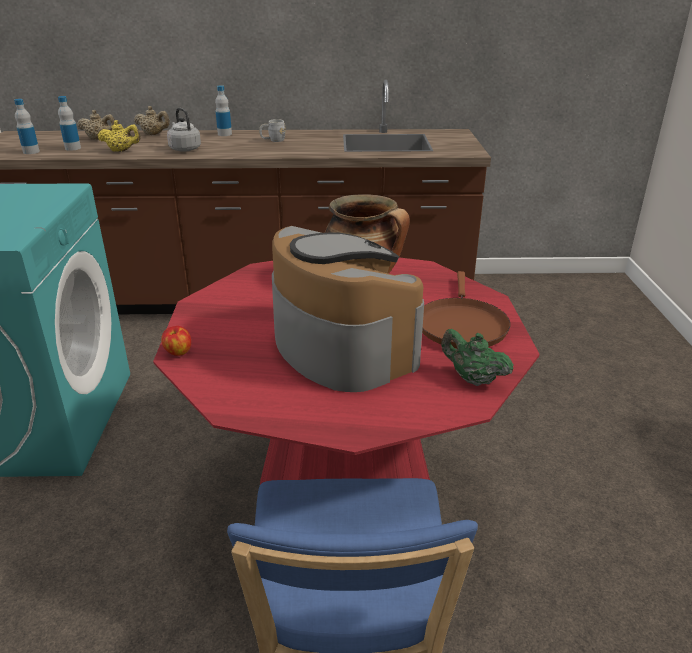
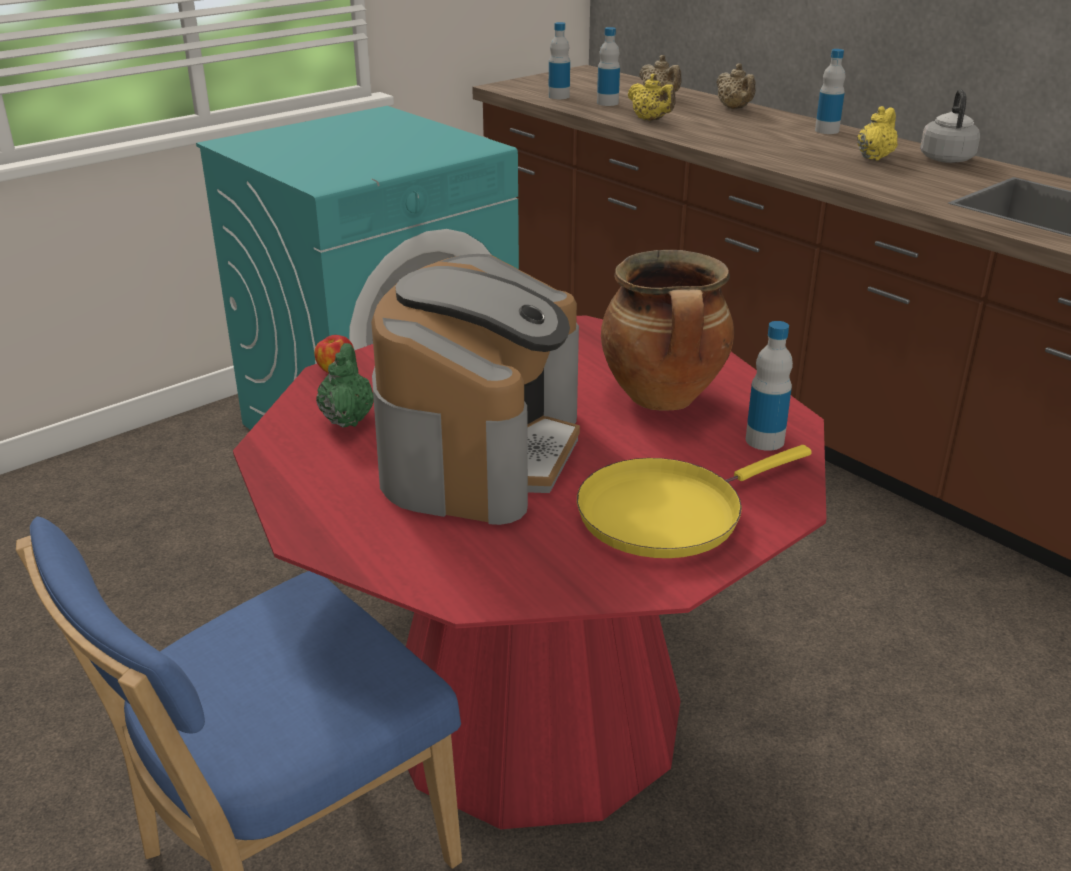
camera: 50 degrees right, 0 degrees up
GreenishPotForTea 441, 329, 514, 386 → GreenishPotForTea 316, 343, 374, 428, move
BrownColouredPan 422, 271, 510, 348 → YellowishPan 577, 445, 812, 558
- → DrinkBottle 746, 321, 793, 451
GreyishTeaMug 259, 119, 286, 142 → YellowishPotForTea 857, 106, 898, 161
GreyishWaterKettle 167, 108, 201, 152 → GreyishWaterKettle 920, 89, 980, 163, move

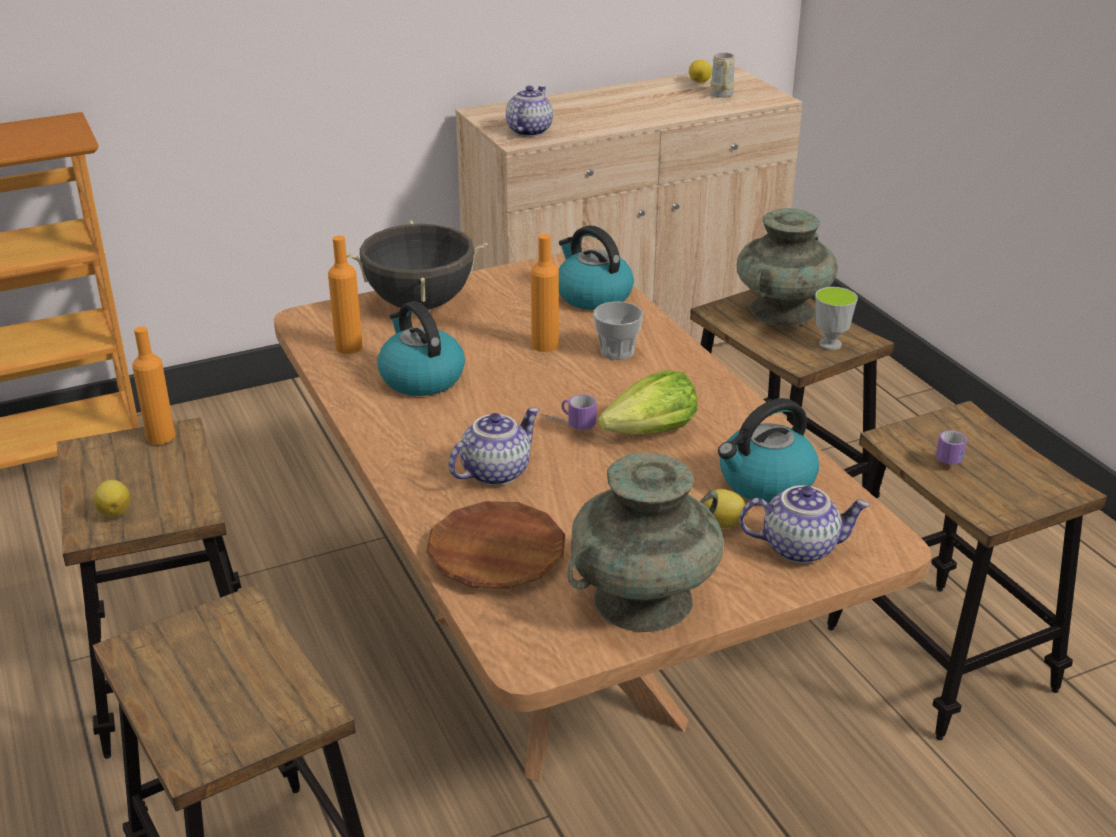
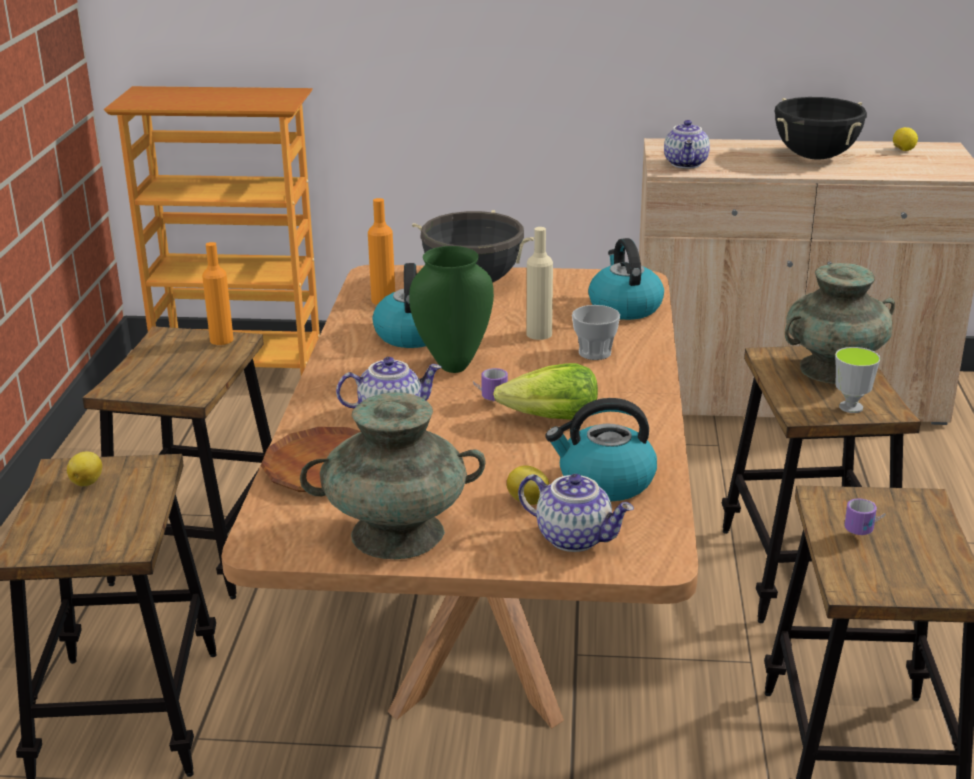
camera: 30 degrees right, 5 degrees down
WholeLemon 94, 480, 130, 517 → WholeLemon 67, 451, 102, 486, move
- → GreenishFlowerVase 409, 246, 494, 373
OrangeDrinkBottle 531, 234, 559, 352 → BeigeDrinkBottle 527, 227, 553, 340
PotForTea 506, 86, 553, 137 → PotForTea 664, 120, 710, 169, 135 degrees clockwise
- → BlackCookingPot 774, 97, 867, 160
BeigeTeaMug 710, 52, 735, 98 → -

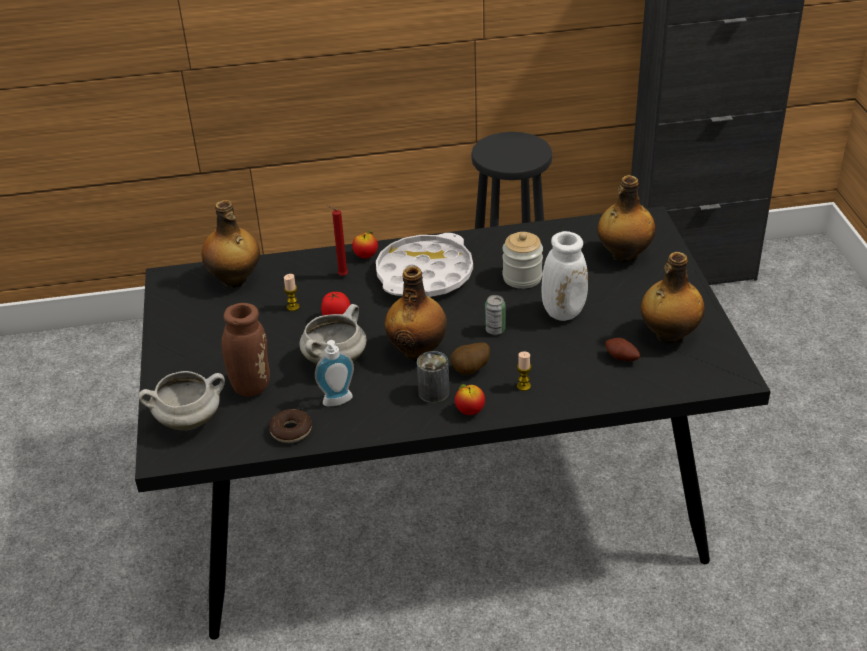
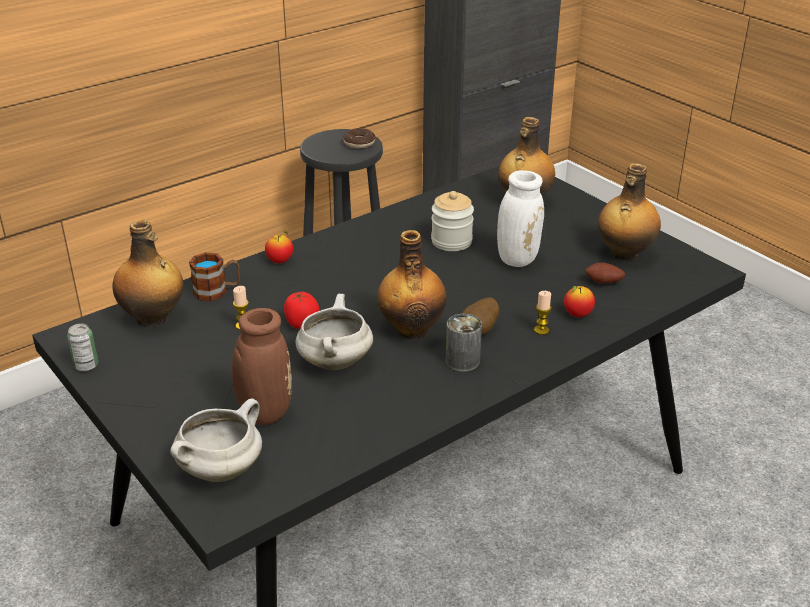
camera: 30 degrees left, 5 degrees down
MetalCan 485, 295, 505, 335 → MetalCan 67, 323, 98, 371, move
- → TeaMug 189, 252, 240, 301
Doughnut 269, 409, 312, 443 → Doughnut 344, 128, 376, 149, move
AppleFruit 455, 384, 485, 415 → AppleFruit 564, 286, 595, 317, move
LiquidSoapBottle 315, 340, 354, 406 → -
RedColouredWaxLight 327, 205, 348, 276 → -
WhiteTray 376, 233, 473, 297 → -

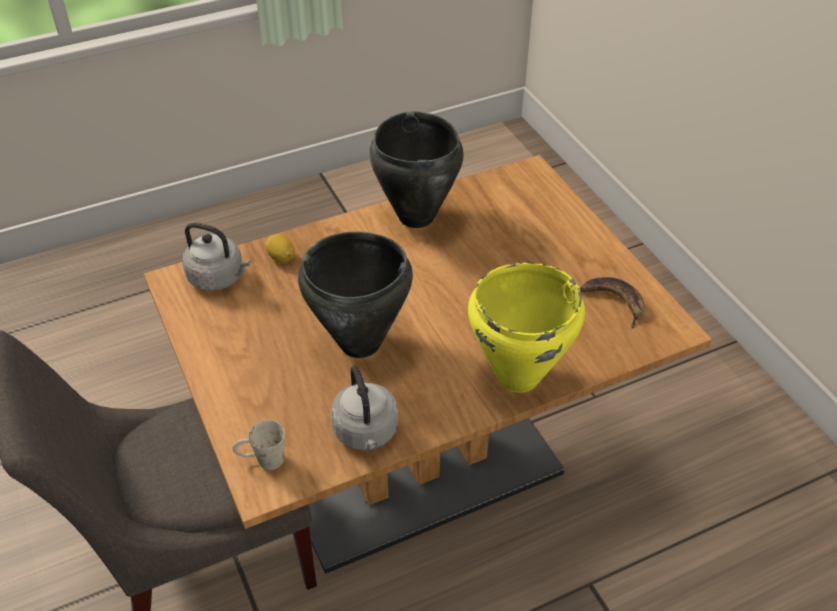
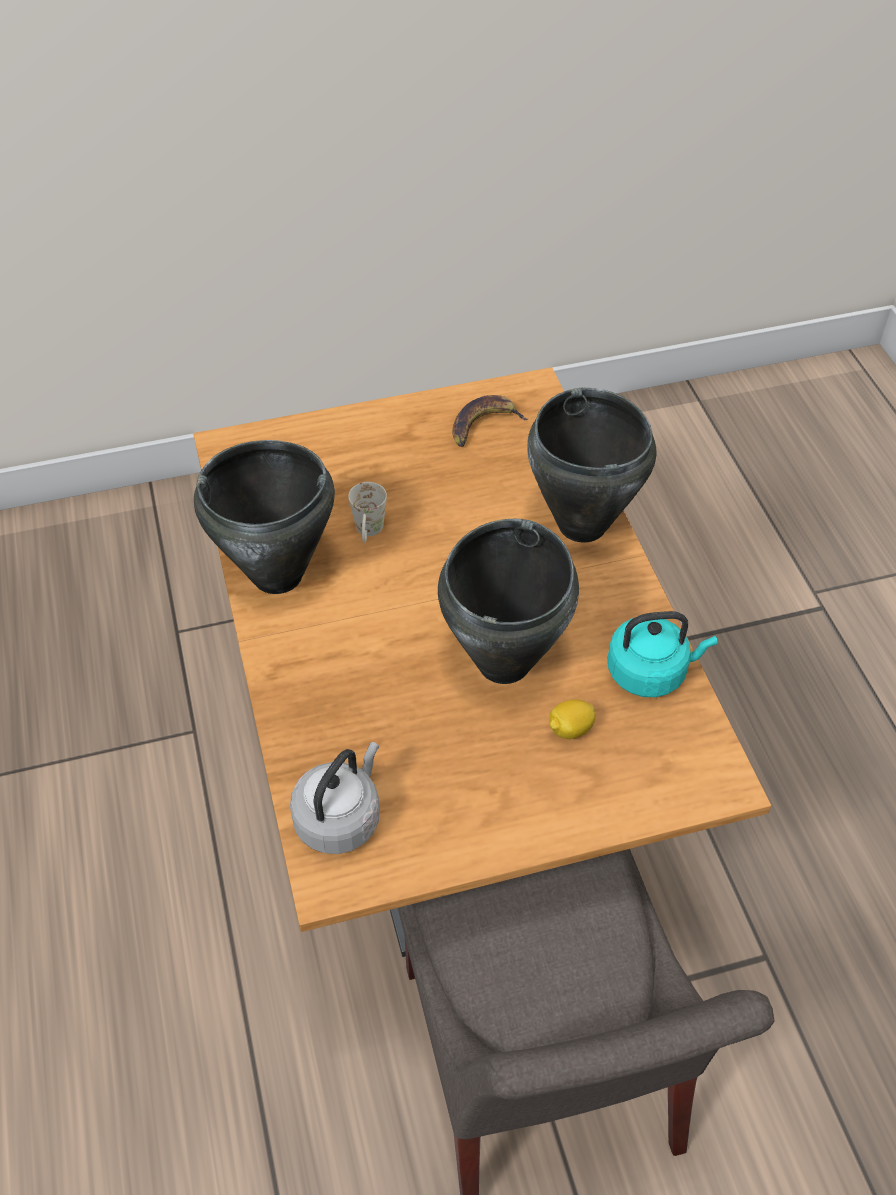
camera: 80 degrees left, 5 degrees up
WhiteTeaMug 232, 420, 285, 470 → WhiteTeaMug 348, 482, 387, 543, move
YellowishCookingPot 468, 263, 585, 393 → BlackCookingPot 527, 388, 657, 543
WholeLemon 266, 234, 295, 263 → WholeLemon 549, 699, 596, 739, move
GreyishWaterKettle 331, 366, 398, 450 → TurquoiseWaterKettle 608, 611, 717, 697

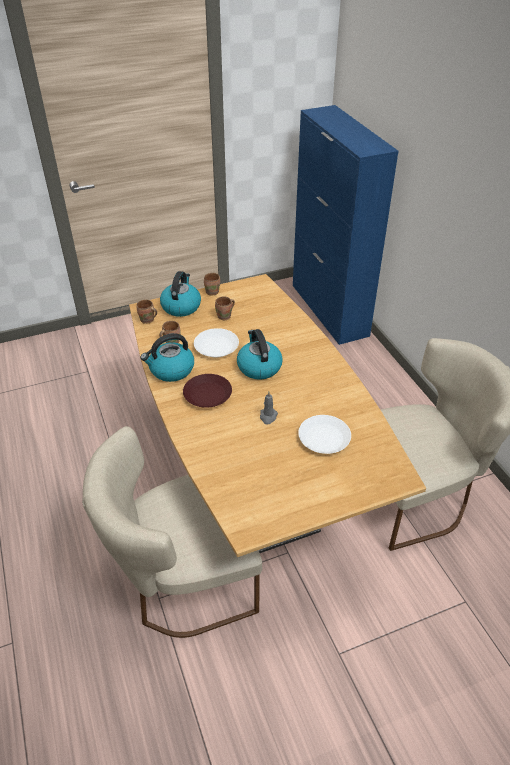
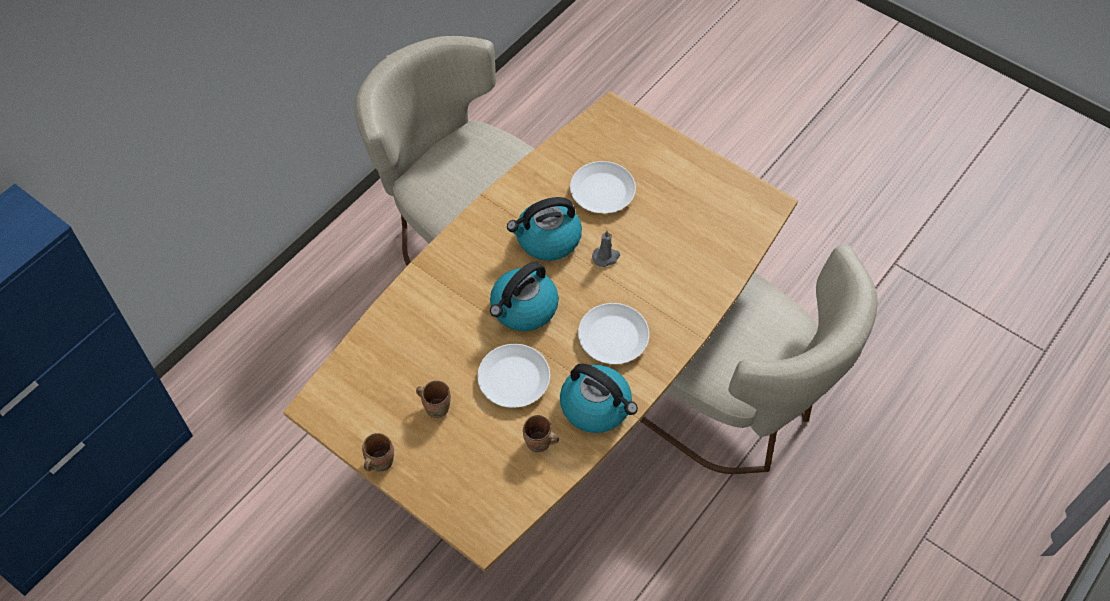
camera: 120 degrees left, 15 degrees up
WaterKettle 160, 271, 201, 317 → WaterKettle 507, 197, 582, 261, move
BrownColouredFlatDish 183, 374, 232, 408 → WhiteFlatDish 578, 303, 649, 364
BrownColouredTeaMug 136, 299, 157, 324 → -

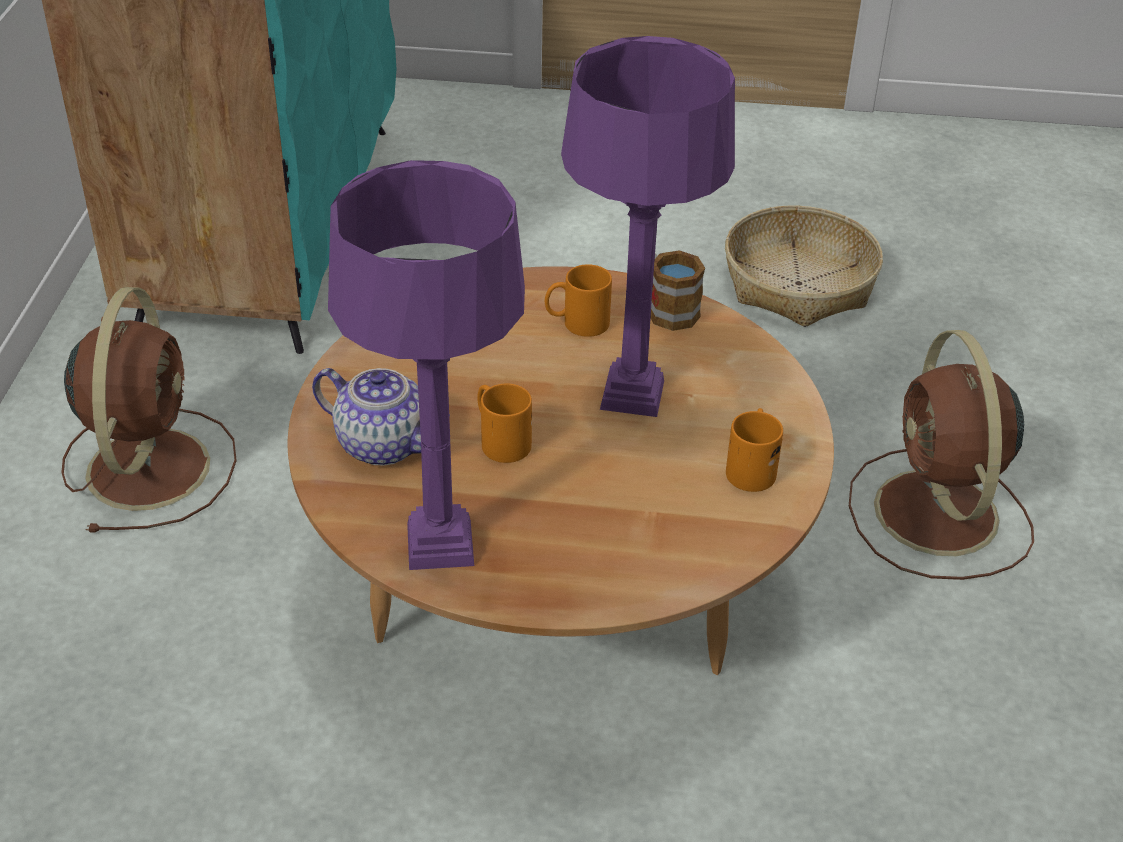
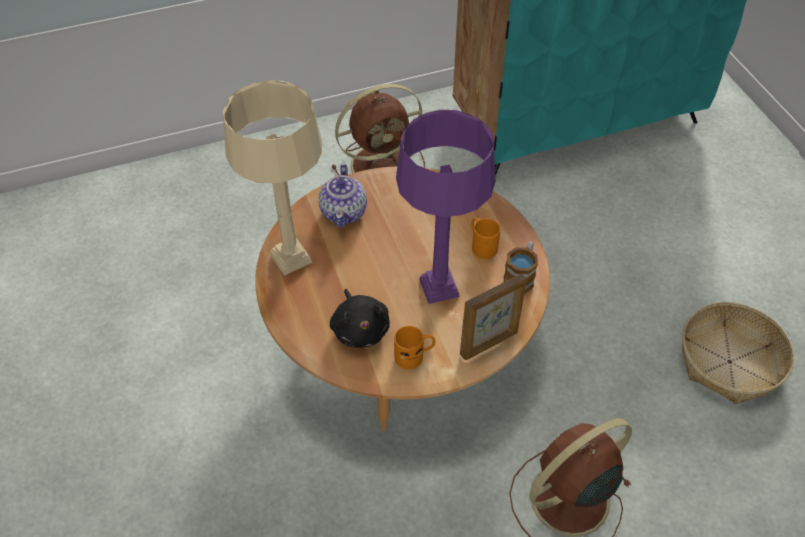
camera: 65 degrees right, 10 degrees up
PurpleColouredTabletopLamp 328, 160, 525, 570 → BeigeTabletopLamp 223, 81, 322, 276
- → BlackCuddlyToy 330, 289, 390, 348
- → PhotoFrame 460, 274, 527, 360
OrangeTeaMug 477, 383, 532, 463 → -

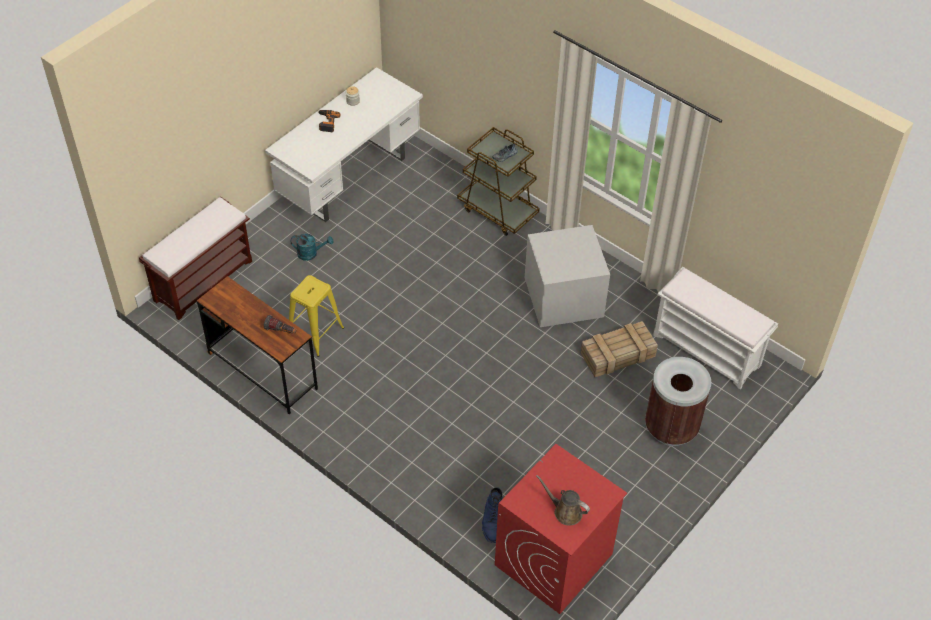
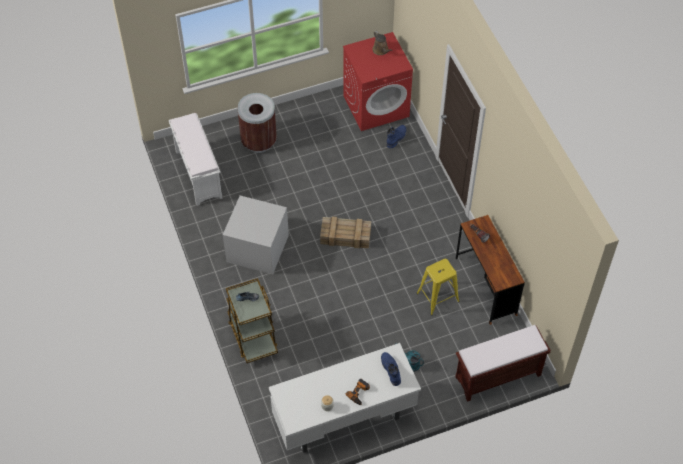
camera: 150 degrees left, 5 degrees up
PackingCrate 581, 321, 658, 377 → PackingCrate 320, 216, 371, 248, move
- → BluishTallBoot 381, 352, 401, 386

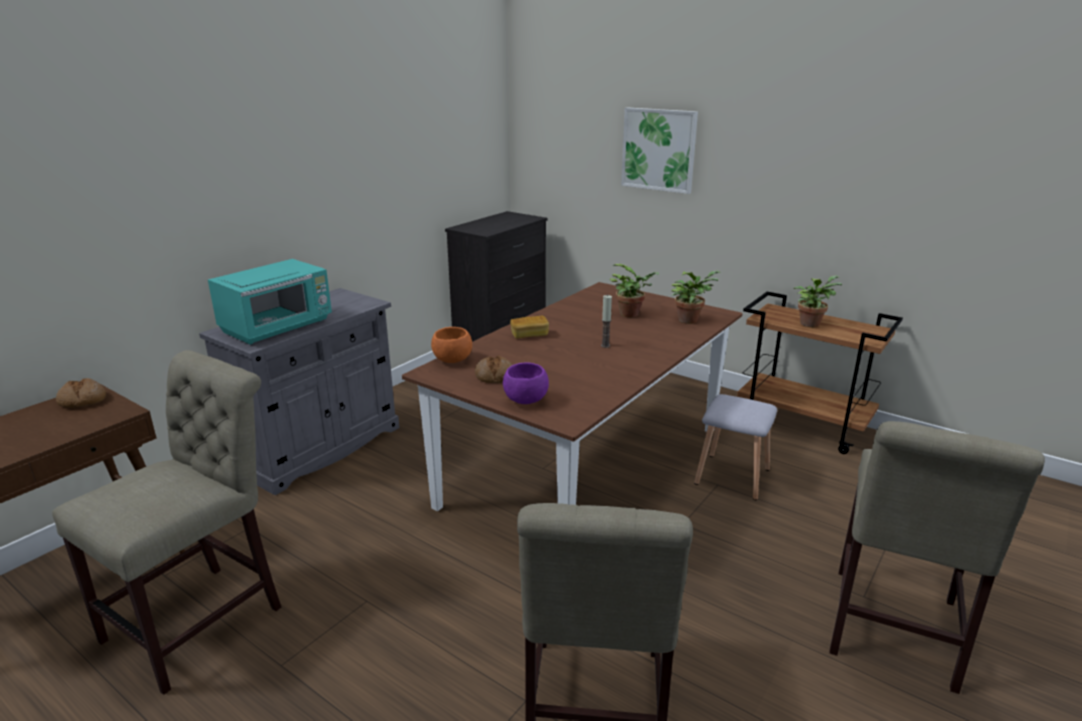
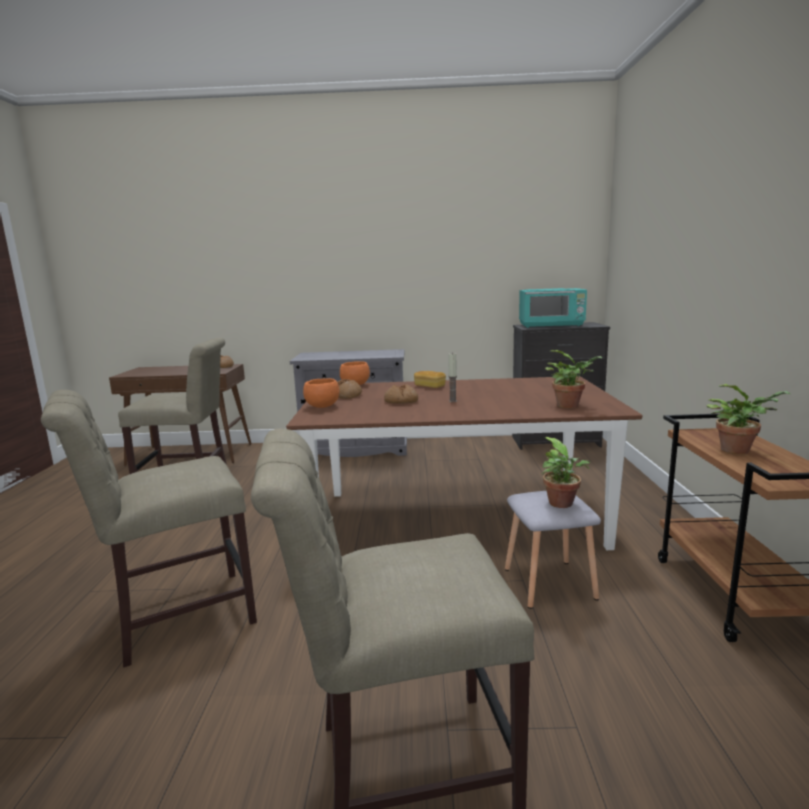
camera: 55 degrees right, 10 degrees down
PurpleColouredServingBowl 503, 362, 549, 404 → OrangeServingBowl 303, 378, 340, 408
- → BakedBread 384, 384, 418, 404
TurquoiseMicrowaveOven 208, 259, 332, 344 → TurquoiseMicrowaveOven 519, 288, 587, 328, move
Houseplant 610, 264, 659, 317 → Houseplant 541, 437, 590, 508, move
WallArt 621, 107, 698, 194 → -

